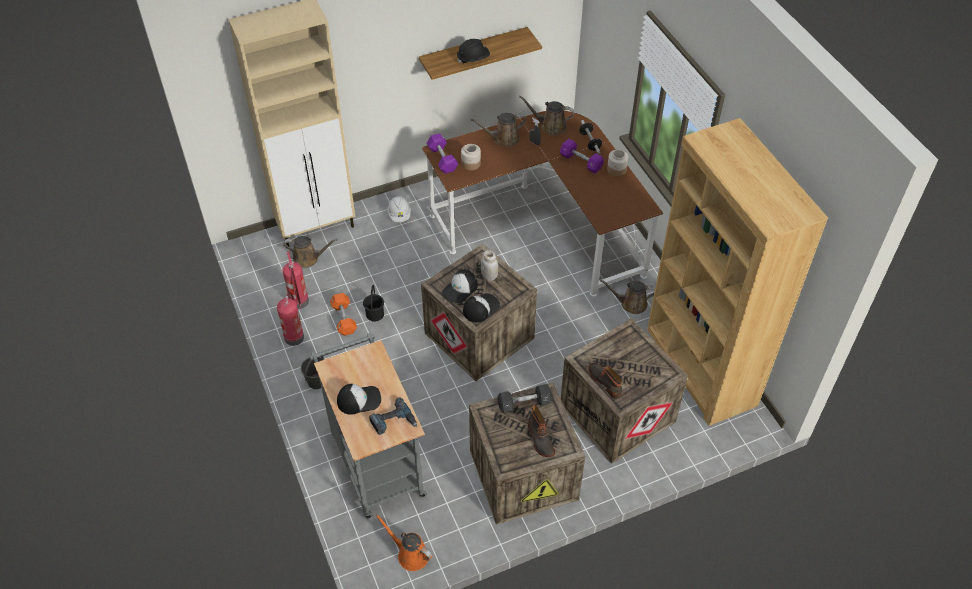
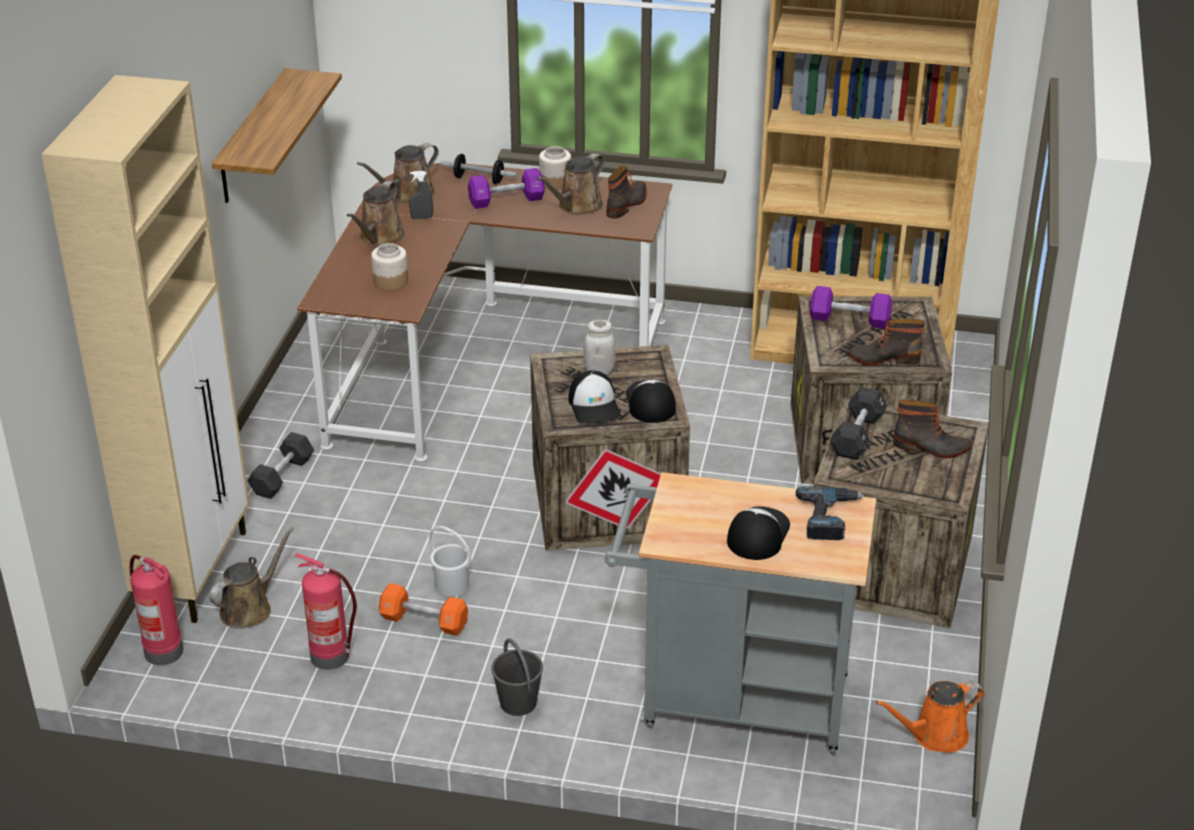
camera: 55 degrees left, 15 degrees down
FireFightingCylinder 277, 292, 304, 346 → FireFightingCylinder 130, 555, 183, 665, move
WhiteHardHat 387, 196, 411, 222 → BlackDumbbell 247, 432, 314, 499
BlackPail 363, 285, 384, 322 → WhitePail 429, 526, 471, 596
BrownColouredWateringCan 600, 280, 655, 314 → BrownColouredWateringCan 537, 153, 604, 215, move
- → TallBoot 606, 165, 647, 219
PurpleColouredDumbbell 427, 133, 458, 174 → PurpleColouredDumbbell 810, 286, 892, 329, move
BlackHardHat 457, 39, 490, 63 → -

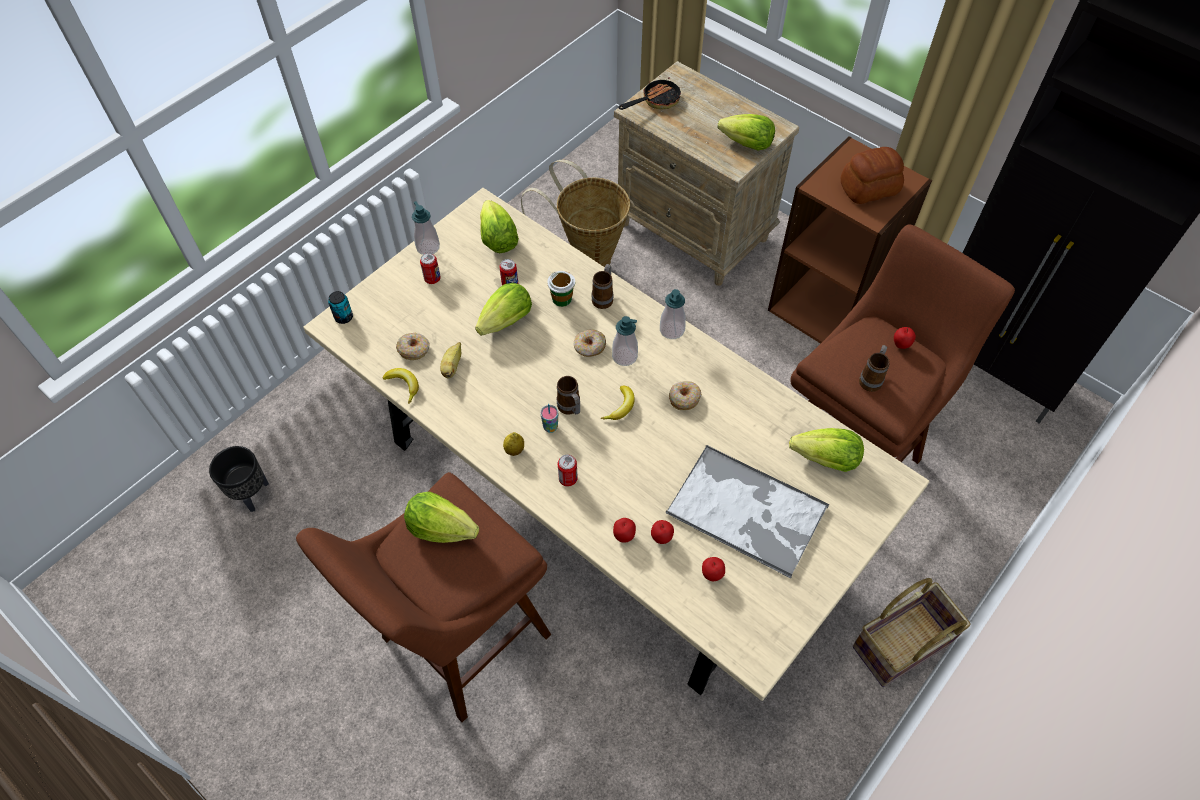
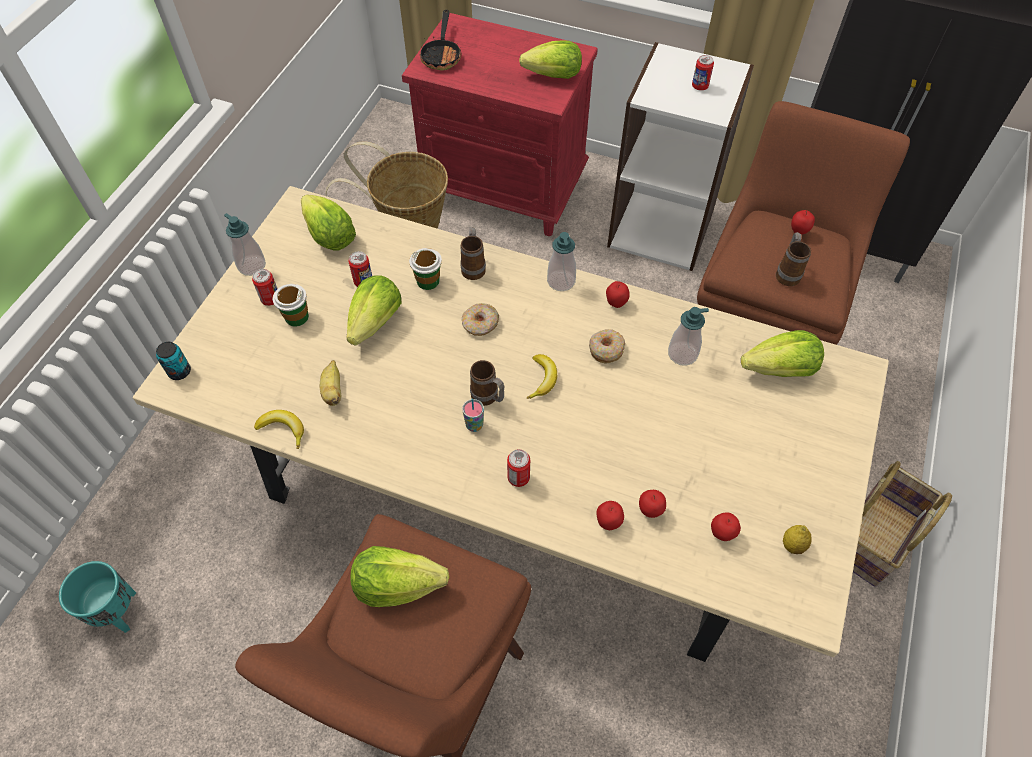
camera: 20 degrees left, 0 degrees up
BlackPlantPot 209, 446, 269, 512 → TurquoisePlantPot 59, 561, 136, 633
- → DrinkingCup 273, 284, 309, 327
BeigeNightstand 614, 61, 800, 286 → RedColouredNightstand 402, 13, 598, 236
Pan 618, 76, 681, 110 → Pan 419, 10, 461, 71, 150 degrees clockwise
- → AppleFruit 606, 281, 630, 308
BrownColouredShelvingUnit 768, 136, 932, 344 → WhiteShelvingUnit 607, 42, 754, 271
LiquidSoapBottle 612, 316, 638, 366 → LiquidSoapBottle 668, 307, 709, 366, move
BakedBread 841, 147, 904, 204 → MetalCan 692, 55, 714, 90
WholeLemon 503, 432, 524, 456 → WholeLemon 783, 525, 812, 554, move
Doughnut 396, 333, 429, 360 → -
Tray 665, 444, 829, 579 → -

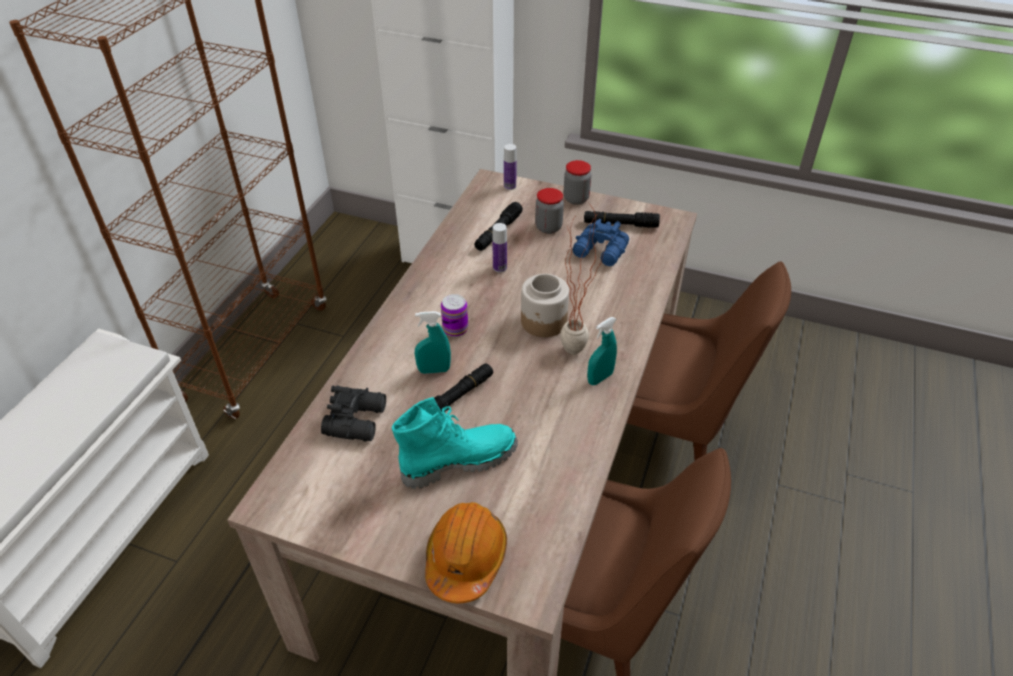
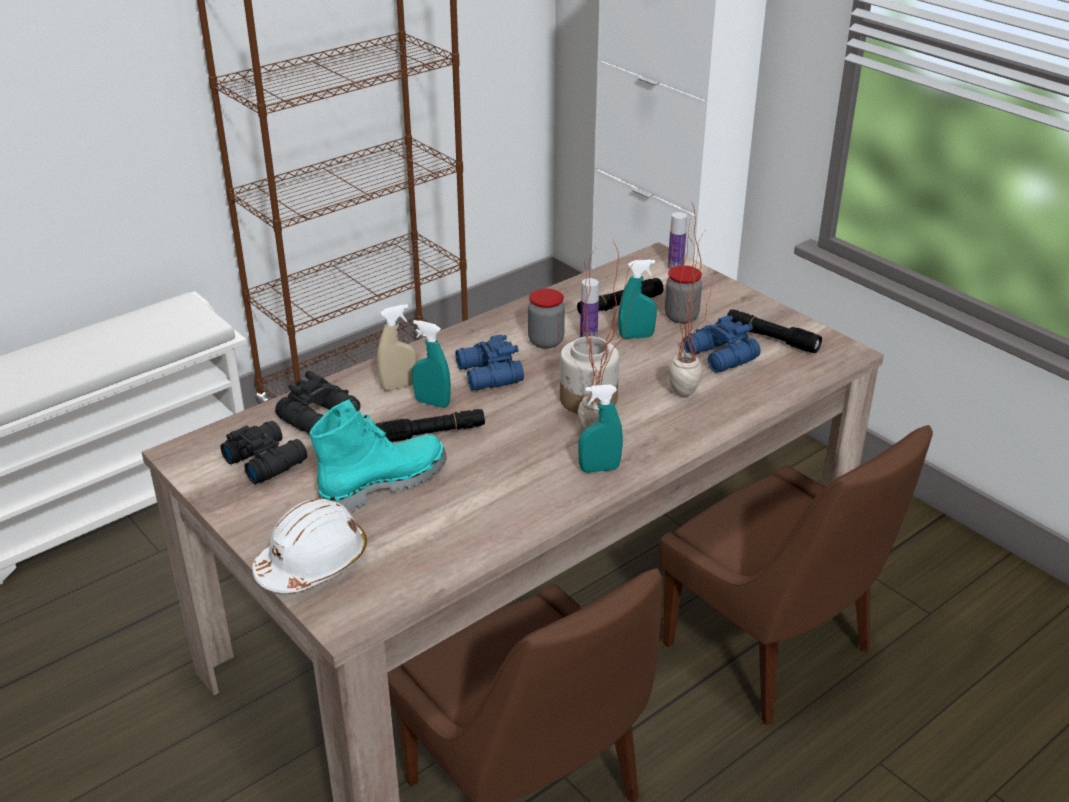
camera: 30 degrees right, 10 degrees down
- → BlackPairOfBinoculars 220, 421, 307, 484
OrangeHardHat 425, 502, 507, 604 → WhiteHardHat 252, 498, 368, 593
TurquoiseTallBoot 392, 397, 518, 489 → TurquoiseTallBoot 310, 400, 447, 513, 45 degrees counterclockwise
- → BeigeSprayer 377, 304, 417, 391
MetalCan 441, 294, 468, 337 → BluishPairOfBinoculars 456, 334, 524, 390
PreserveJar 564, 160, 591, 205 → PreserveJar 528, 289, 565, 349, move
- → TurquoiseSprayer 618, 260, 657, 339
- → Houseplant 668, 200, 712, 397

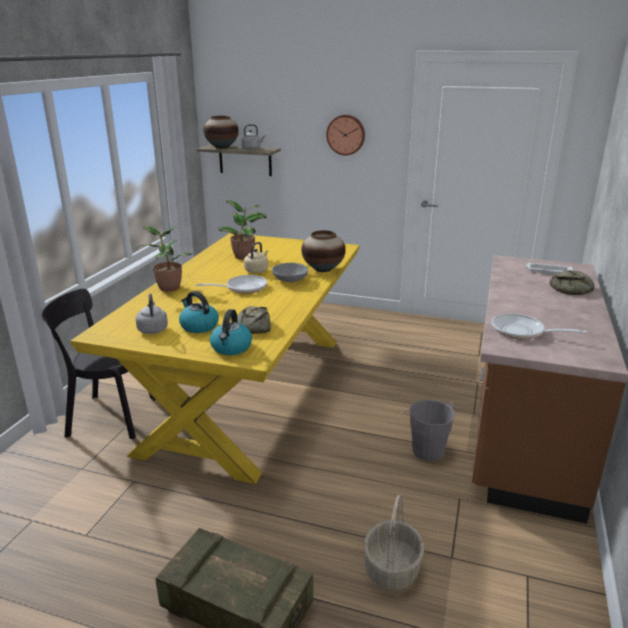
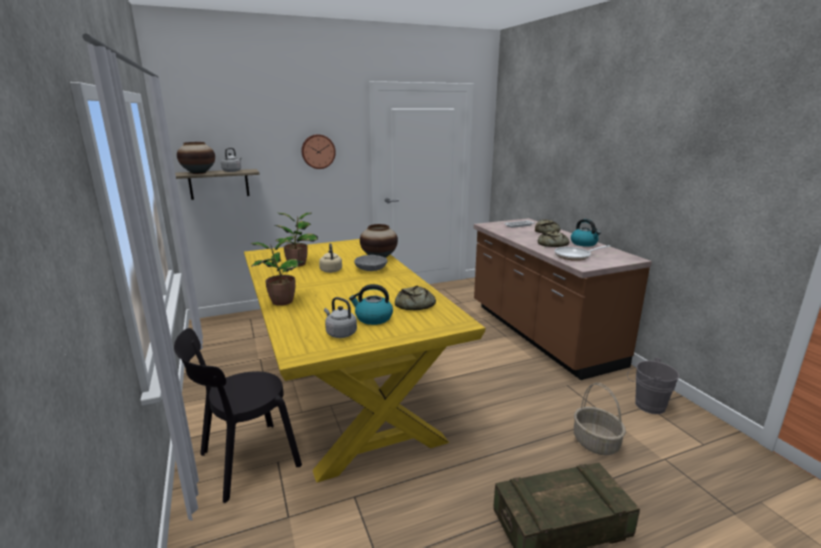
camera: 40 degrees left, 5 degrees down
- → BakedBread 538, 231, 570, 247
WaterKettle 210, 309, 252, 355 → WaterKettle 571, 219, 601, 247, move
GreyishPail 404, 400, 455, 461 → GreyishPail 627, 357, 680, 414, move
Pan 196, 275, 267, 294 → -

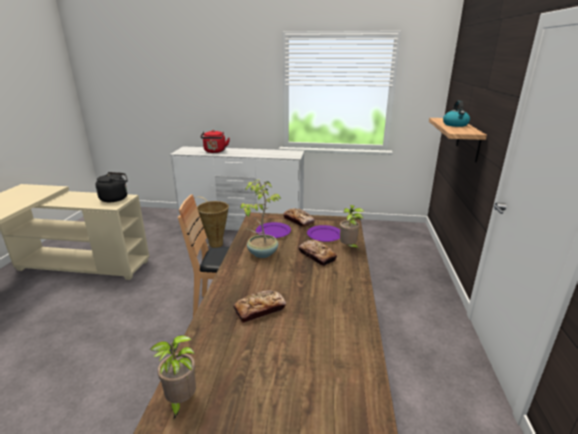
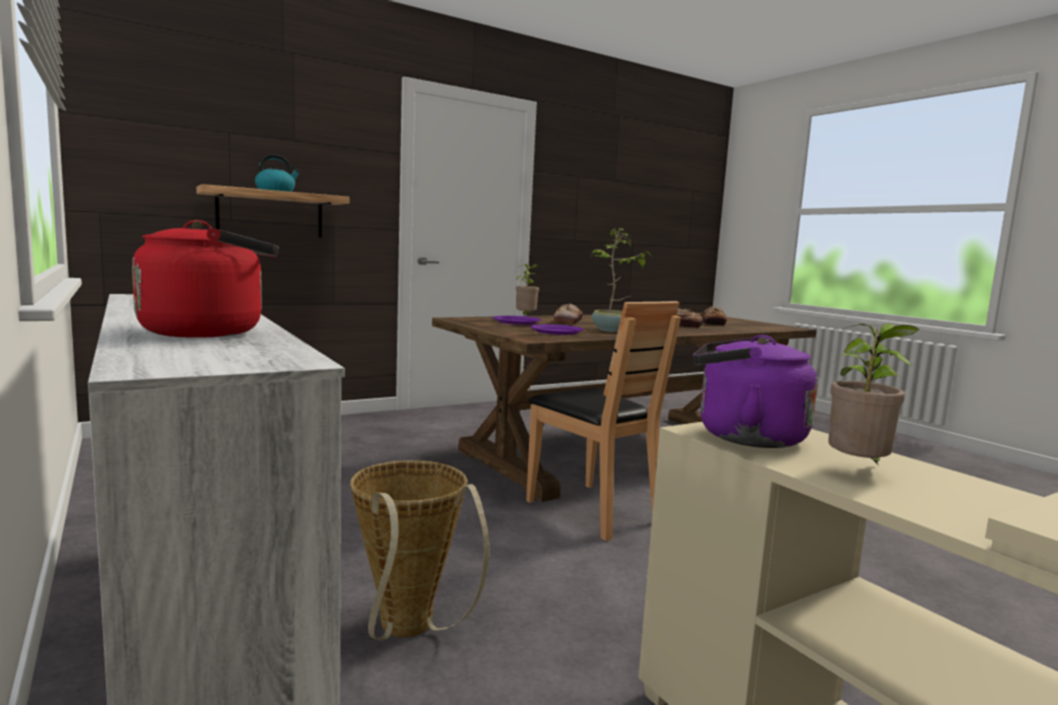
camera: 130 degrees left, 15 degrees down
BlackWaterKettle 95, 172, 128, 202 → PurpleColouredWaterKettle 693, 335, 818, 448
BakedBread 283, 208, 315, 227 → BakedBread 701, 306, 727, 326, move
Houseplant 150, 335, 196, 420 → Houseplant 828, 323, 919, 466, move

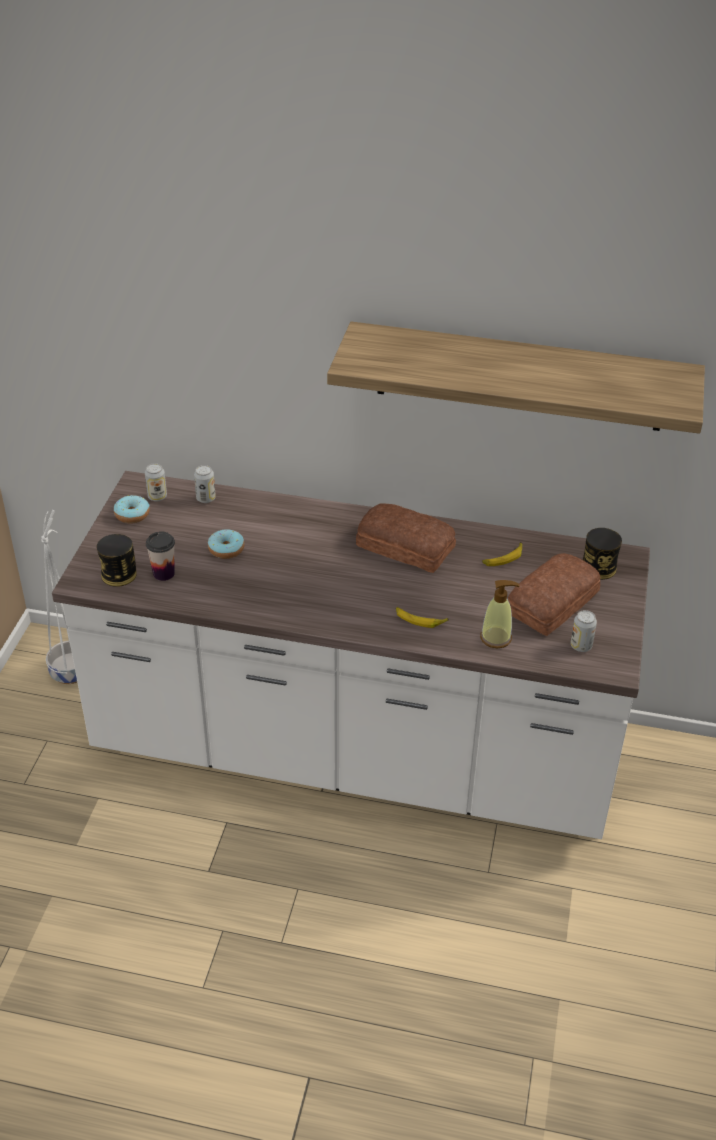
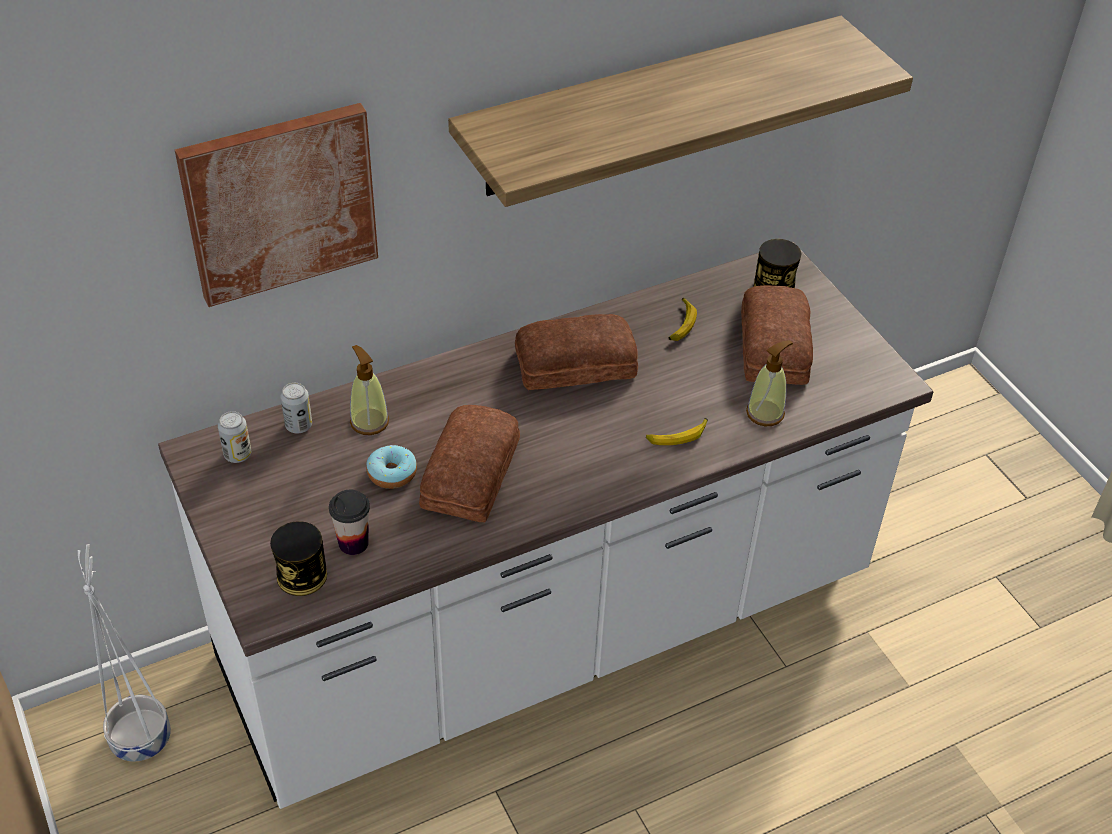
camera: 40 degrees left, 5 degrees up
- → WallArt 175, 103, 378, 307
- → LiquidSoapBottle 350, 345, 389, 435
- → BakedBread 419, 405, 520, 522
Doughnut 114, 495, 150, 523 → -
MetalCan 570, 610, 597, 652 → -

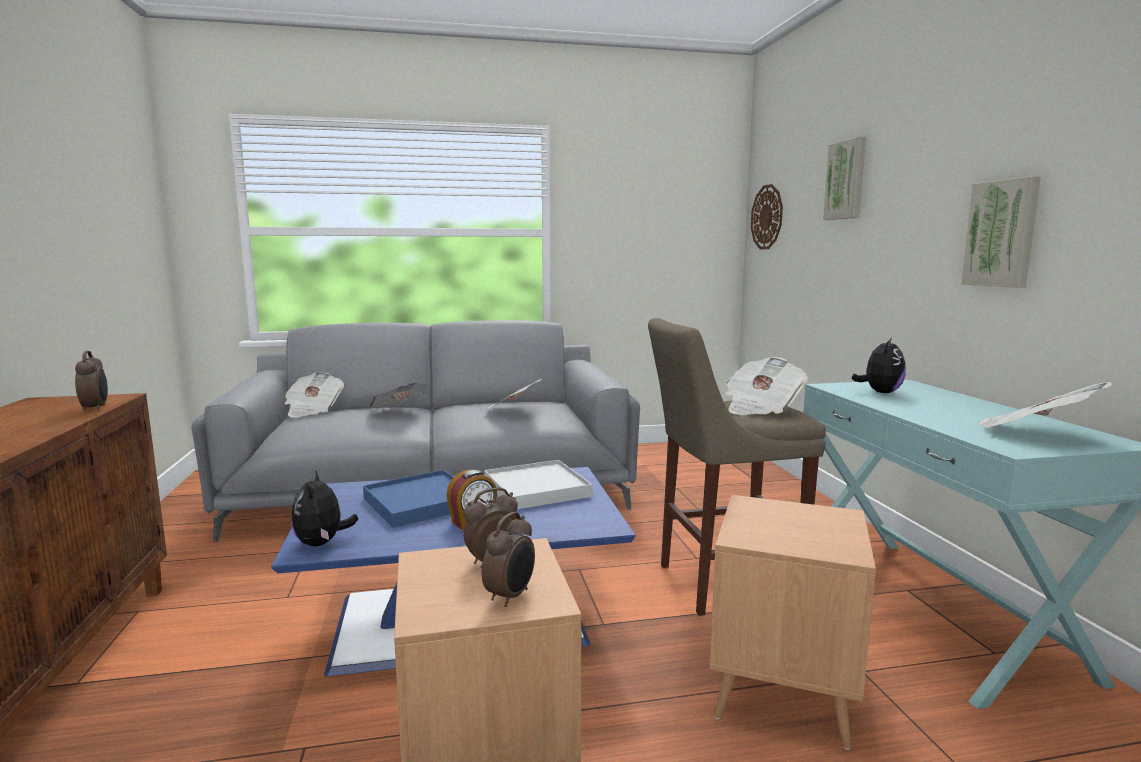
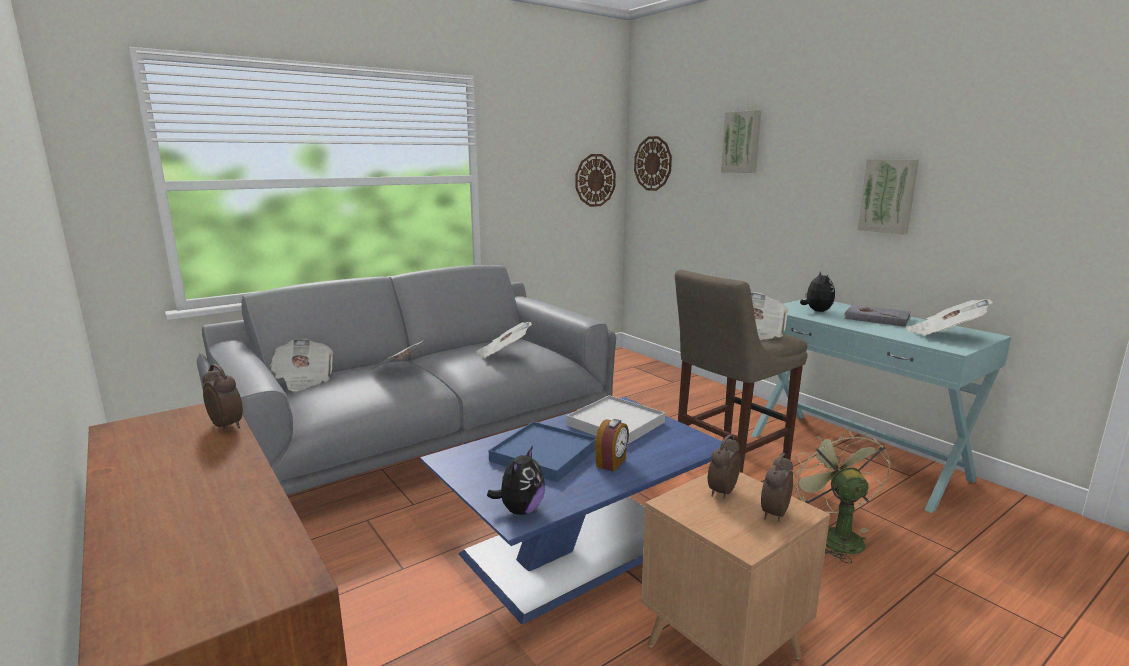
camera: 25 degrees left, 5 degrees up
CuddlyToy 291, 470, 358, 546 → CuddlyToy 487, 446, 545, 515, 120 degrees counterclockwise
- → HangingClock 575, 154, 616, 207
AlarmClock 482, 512, 535, 607 → AlarmClock 761, 453, 793, 522, 150 degrees counterclockwise
BrownColouredEndTable 710, 495, 876, 750 → GreenishElectricFan 793, 428, 891, 563
- → GreyishBook 844, 305, 911, 327

